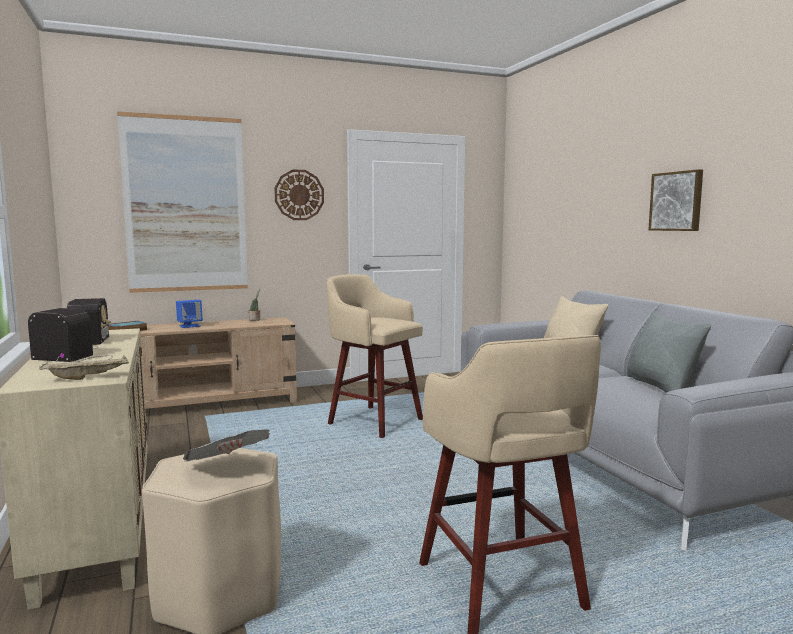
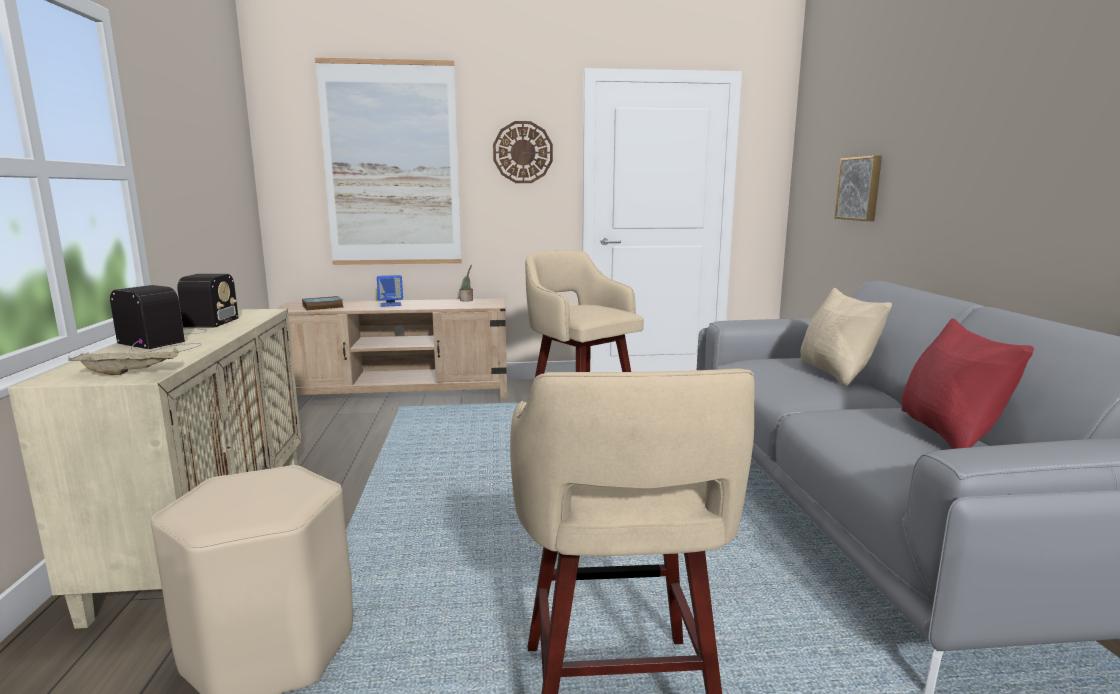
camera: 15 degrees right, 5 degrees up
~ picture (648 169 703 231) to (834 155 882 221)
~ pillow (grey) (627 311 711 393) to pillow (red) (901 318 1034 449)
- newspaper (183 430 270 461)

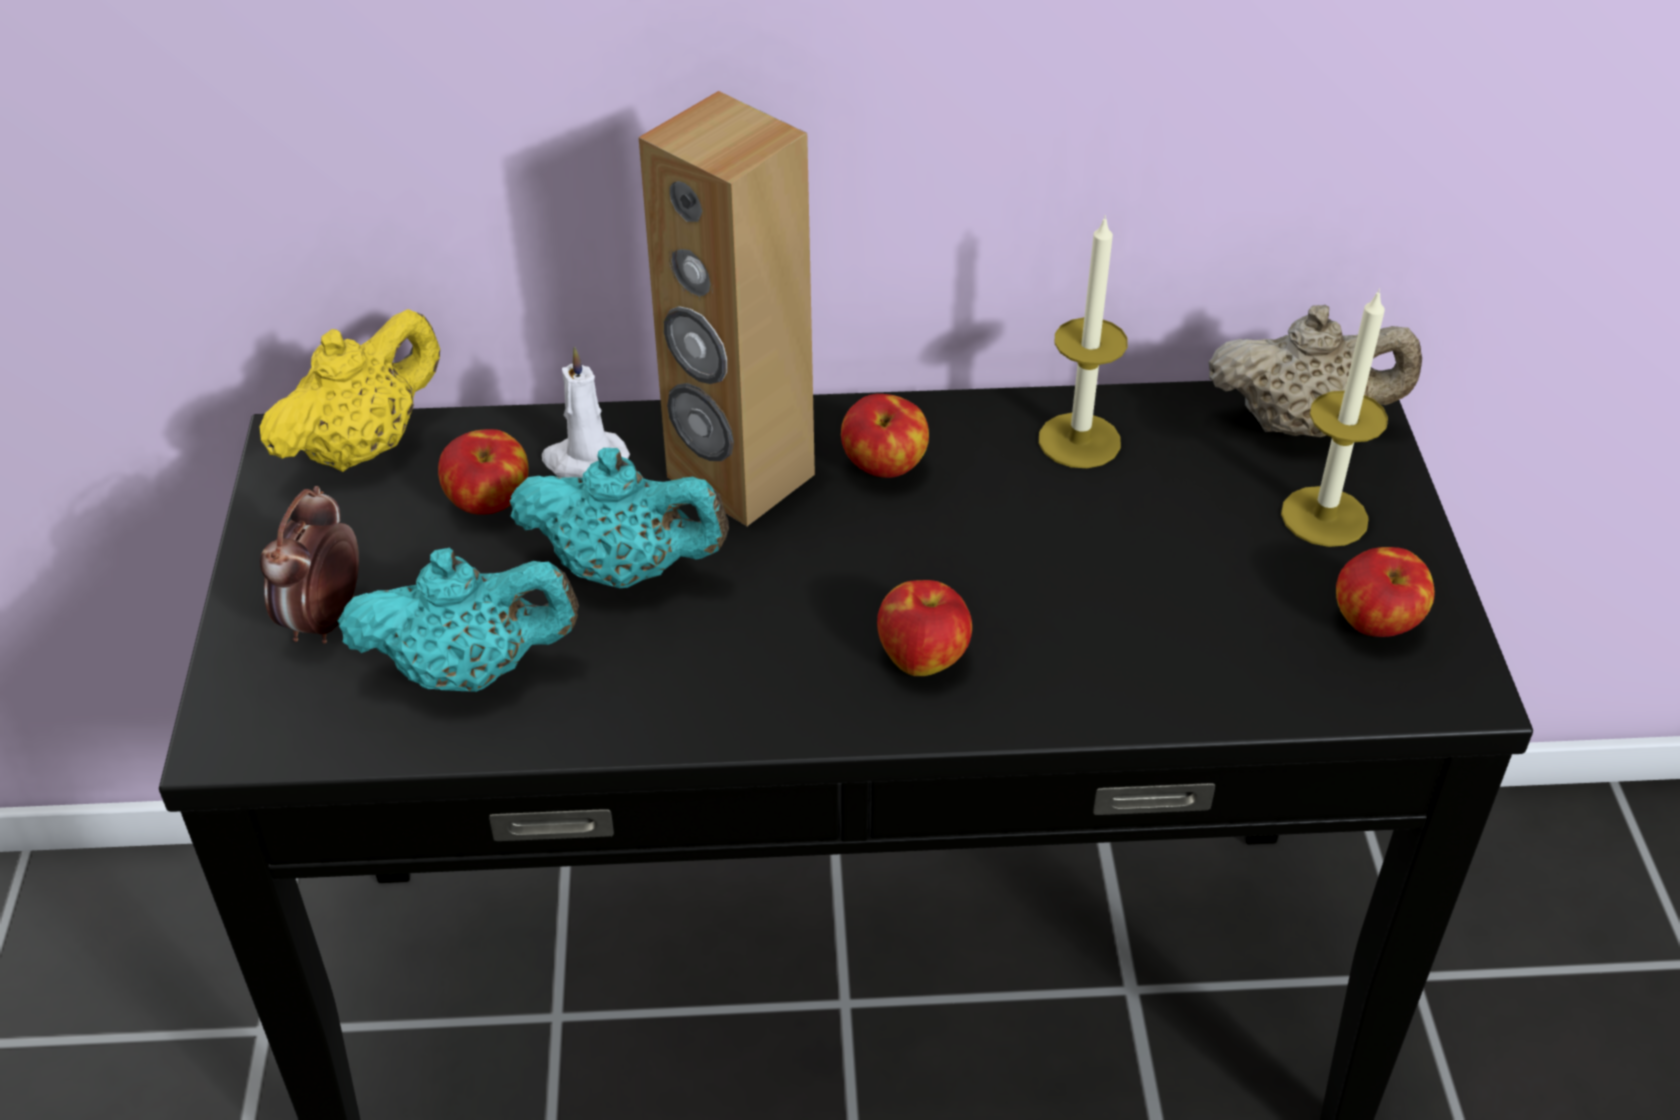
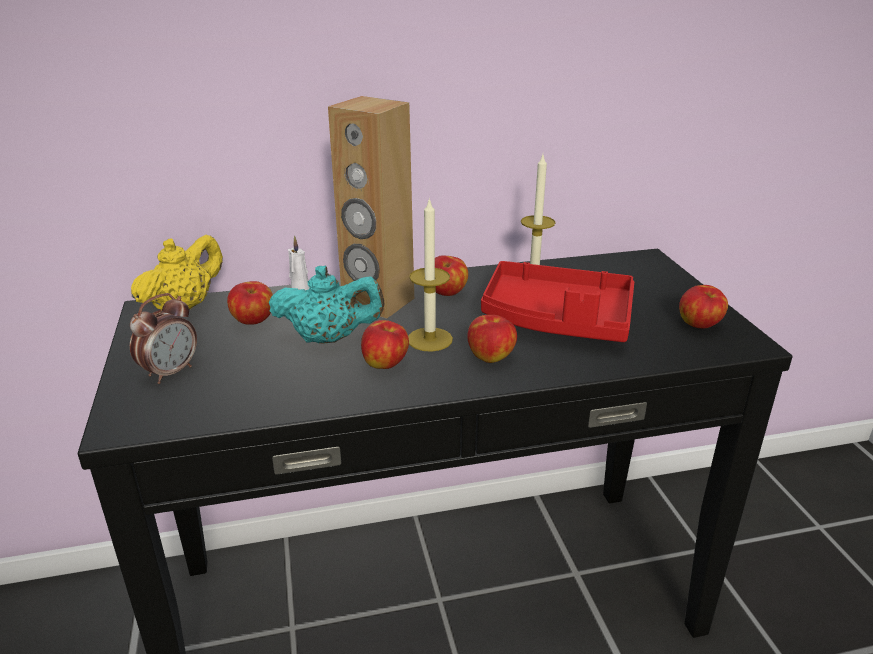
camera: 10 degrees left, 15 degrees down
~ alarm clock (260 486 359 644) = (130 293 197 384) 150 degrees counterclockwise
+ apple (361 320 409 369)
~ candle (1281 289 1388 547) to (408 197 453 352)
+ tray (red) (481 261 634 342)
- teapot (turquoise) (338 548 579 692)
- teapot (beige) (1208 305 1422 437)

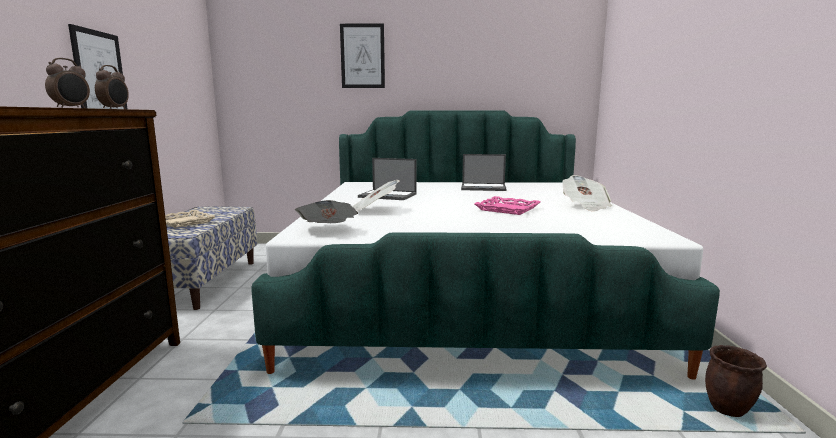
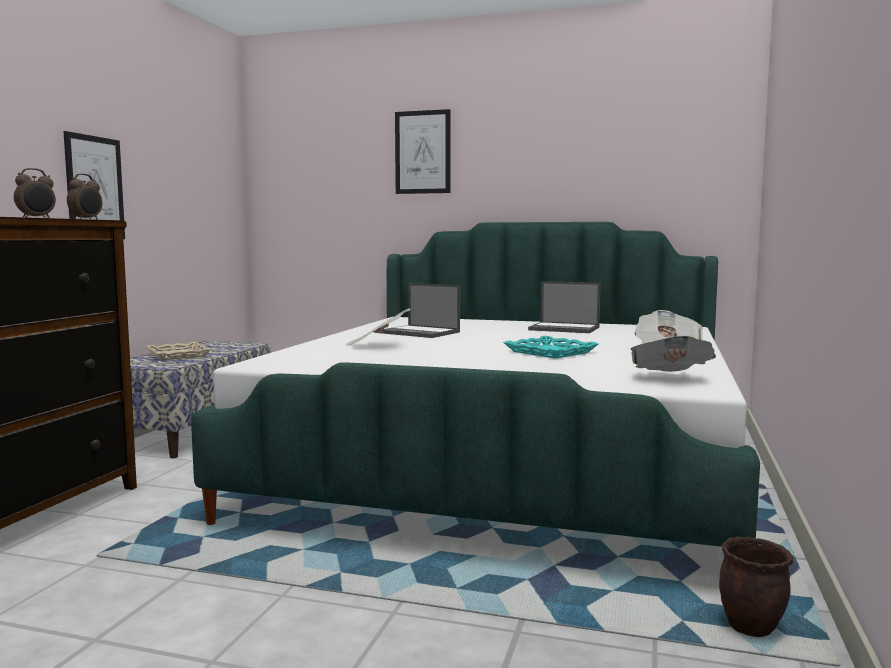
camera: 15 degrees right, 5 degrees down
~ tray (pink) (474 196 541 215) to tray (turquoise) (503 336 598 359)
~ newspaper (295 200 358 223) to (631 336 716 372)

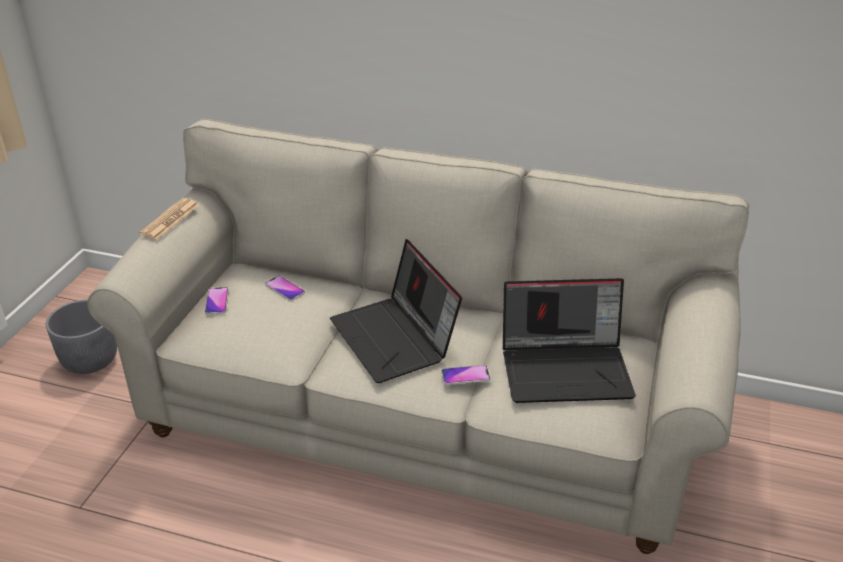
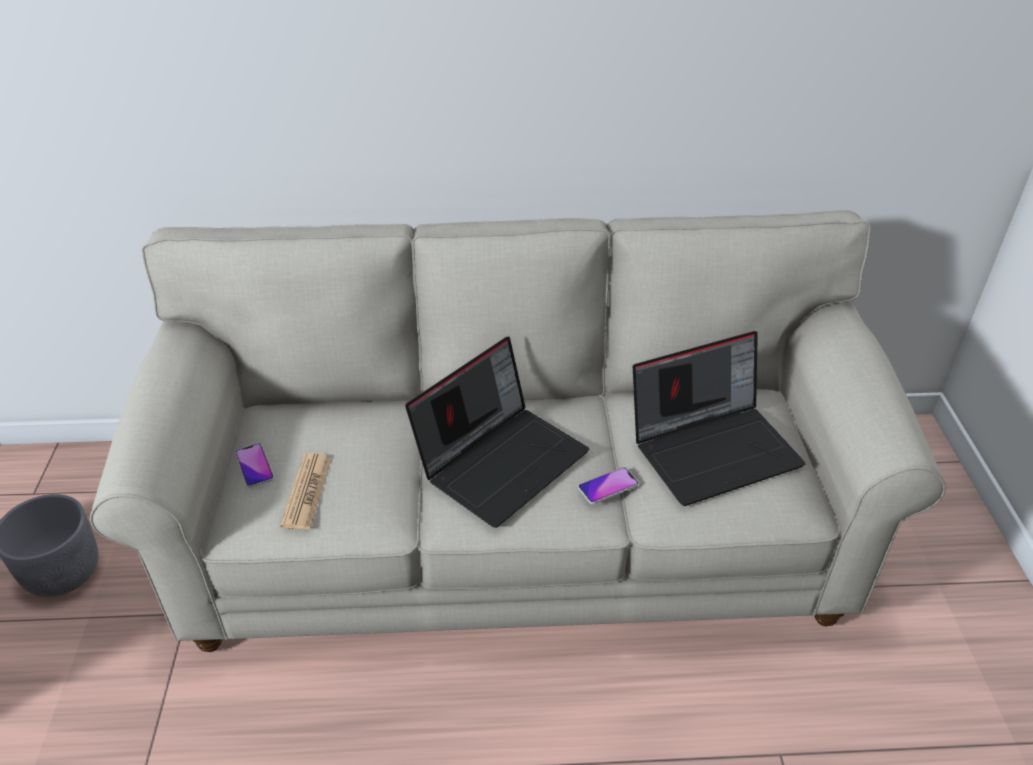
camera: 20 degrees left, 5 degrees up
~ newspaper (139 198 199 240) to (280 453 331 530)
~ laptop (330 239 462 383) = (405 336 589 528) 90 degrees counterclockwise
- phone (265 275 305 301)

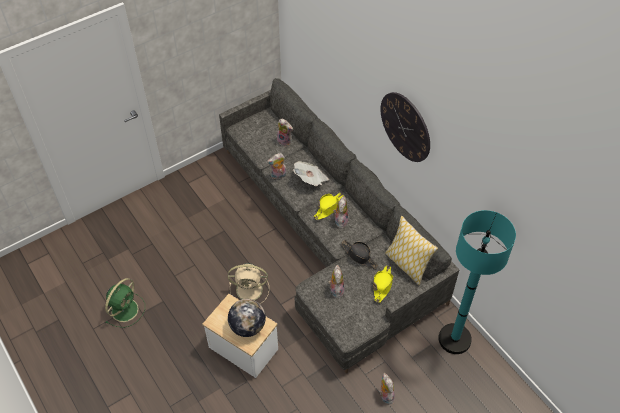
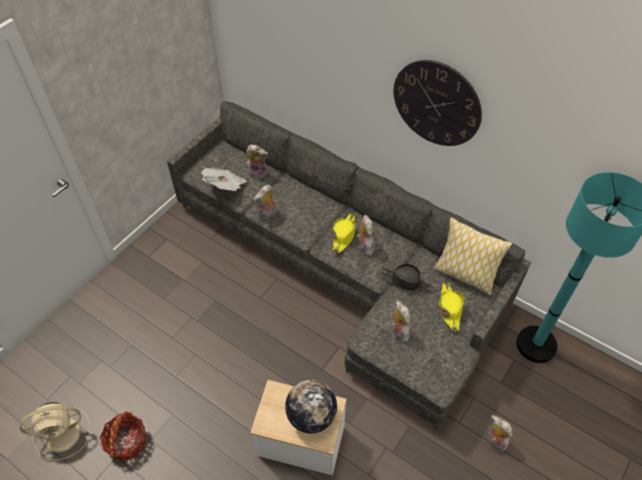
camera: 20 degrees left, 0 degrees up
~ fan (beige) (228 263 269 304) to (20 402 90 460)
~ fan (green) (105 278 145 328) to basket (100 411 146 461)
~ newspaper (293 161 329 186) to (201 168 247 191)

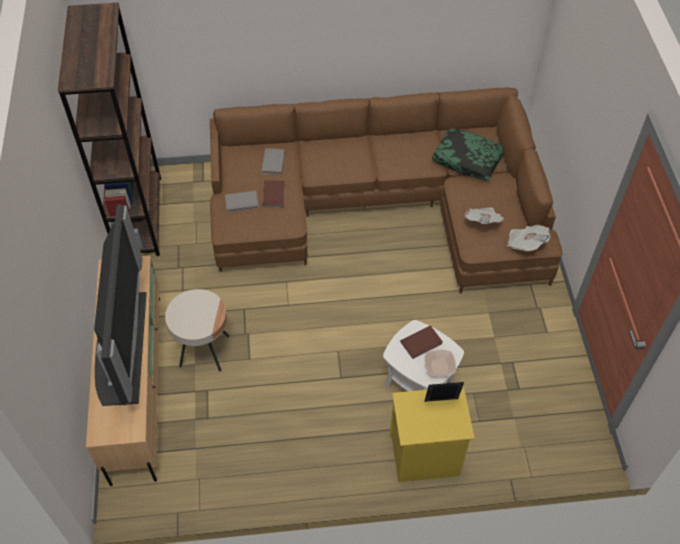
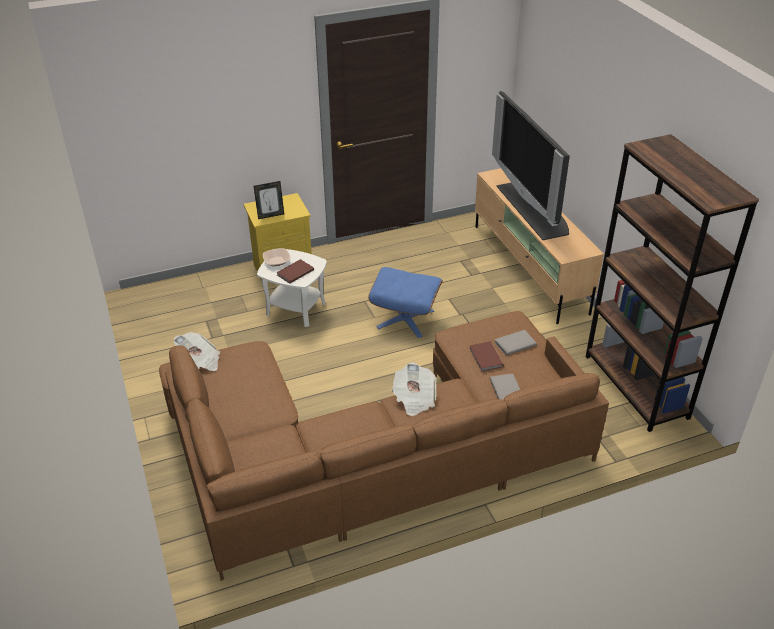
camera: 165 degrees right, 15 degrees down
+ ottoman (blue) (368 267 443 338)
~ newspaper (465 207 504 224) to (392 362 437 416)
- side table (beige) (165 289 229 371)
- pillow (432 128 504 180)

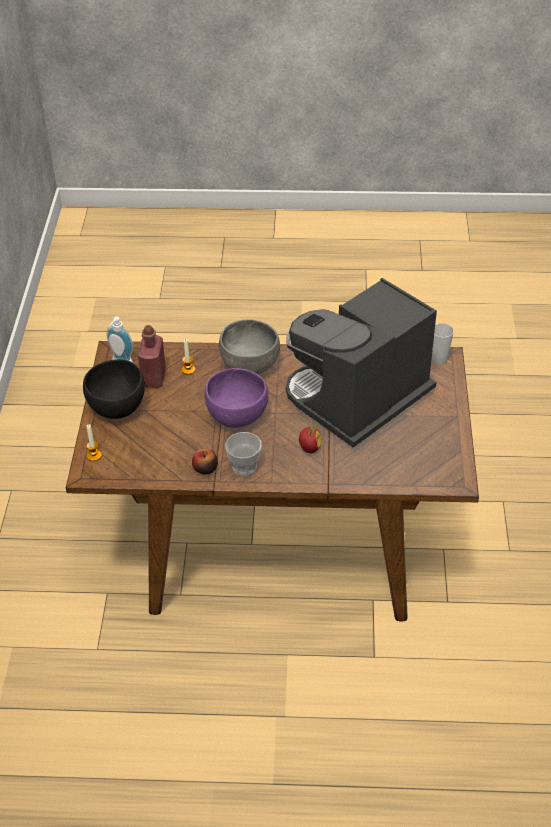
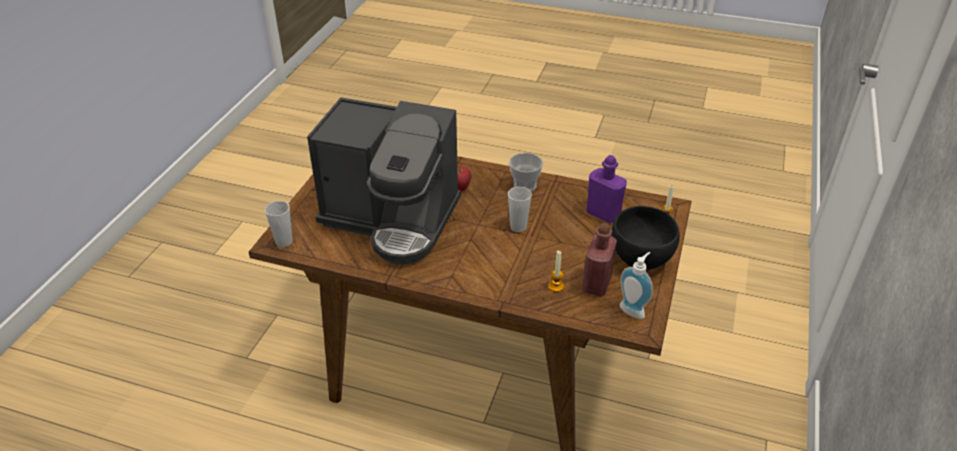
camera: 165 degrees left, 5 degrees down
~ coffee machine (286 278 437 448) = (307 97 461 265) 45 degrees clockwise
~ bowl (purple) (204 368 268 428) to cup (508 186 532 232)
+ bottle (purple) (586 155 627 224)
- apple (192 448 218 474)
- bowl (grey) (219 319 280 374)

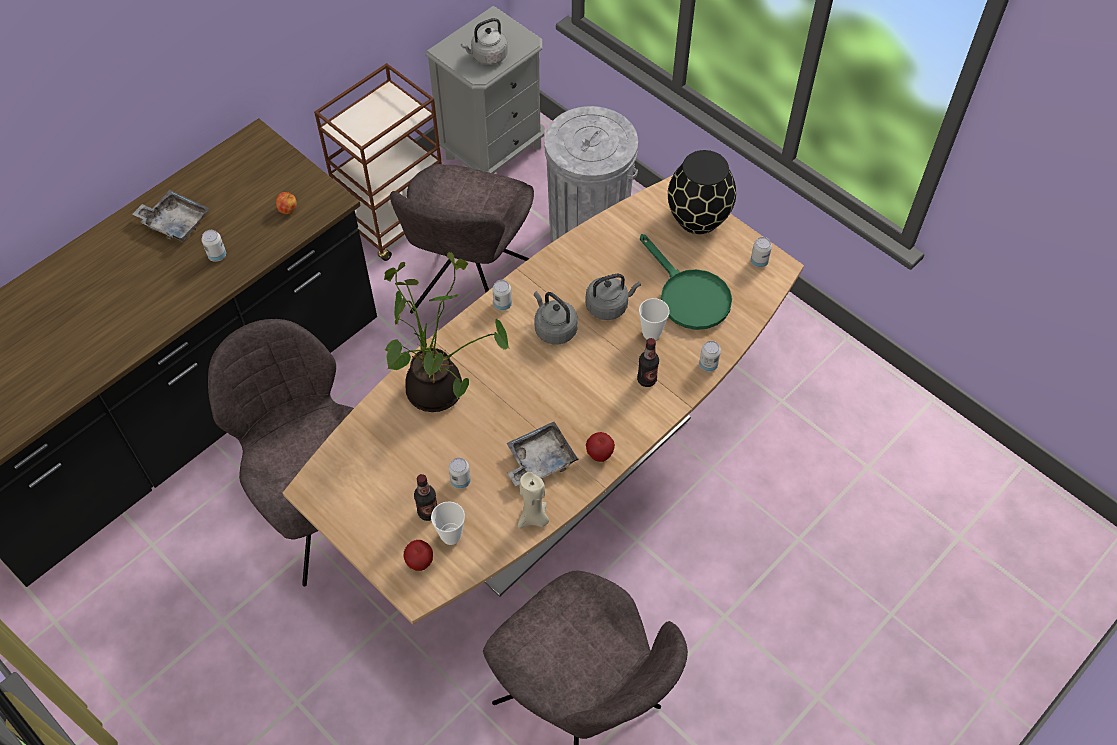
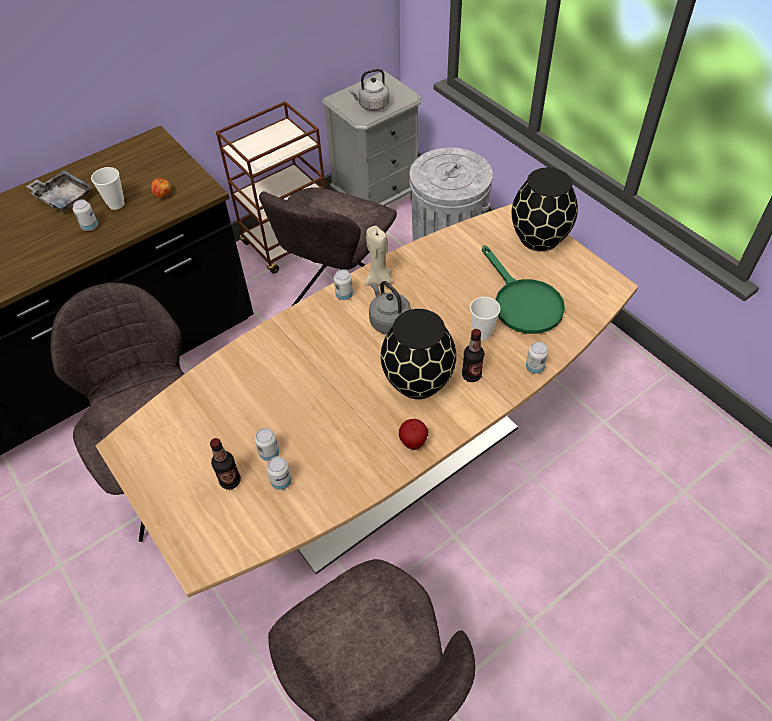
camera: 10 degrees right, 5 degrees down
~ cup (431 501 465 545) to (91 167 124 210)
~ can (751 237 772 268) to (267 456 292 490)
~ candle (beige) (518 472 549 528) to (365 226 391 286)
+ vase (black) (381 309 456 399)
- potted plant (384 252 510 412)
- apple (403 540 433 571)
- tray (grey) (507 422 579 486)
- kettle (grey) (585 274 641 320)

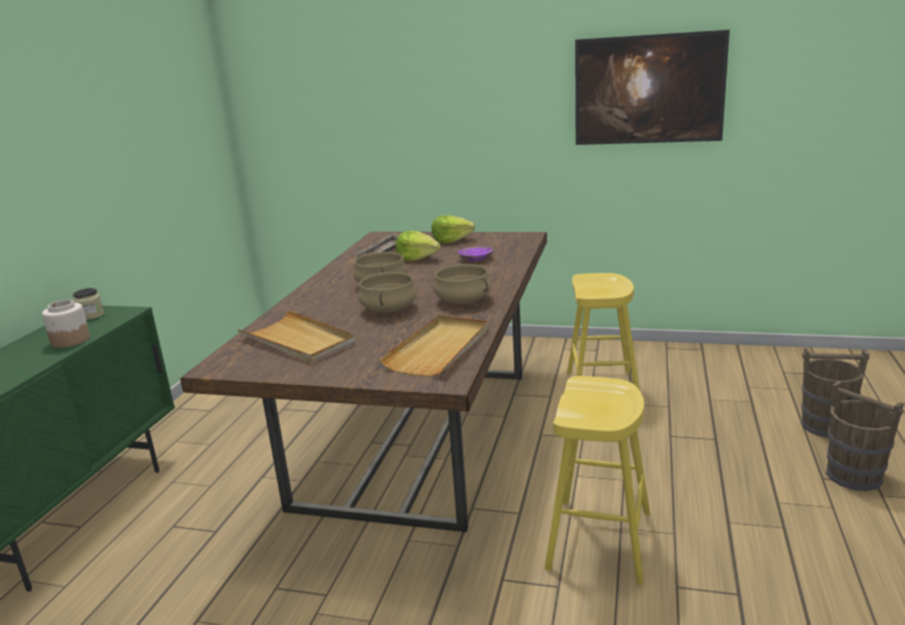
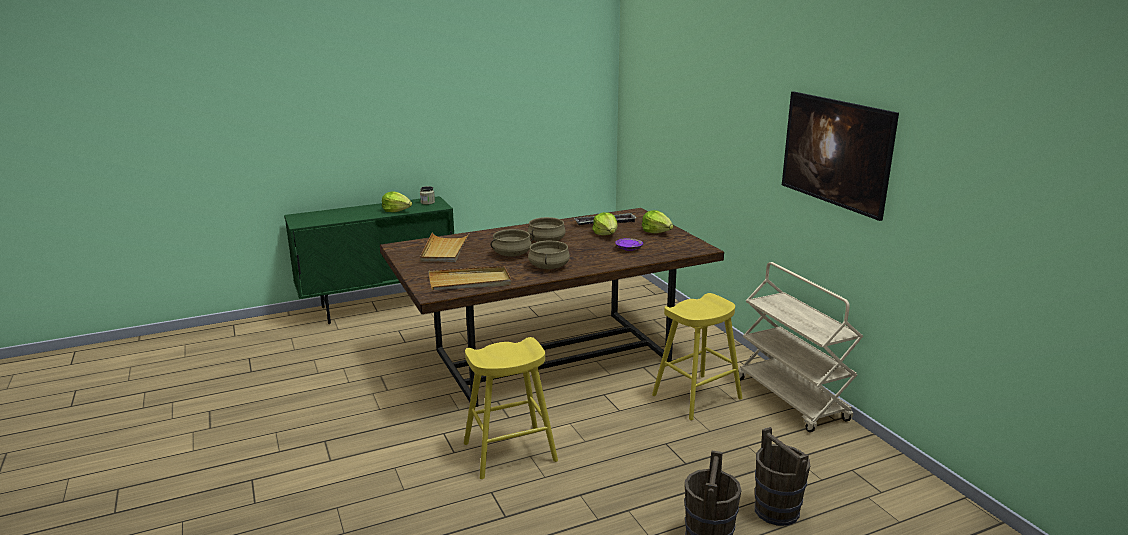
camera: 50 degrees right, 0 degrees up
~ jar (42 300 90 348) to lettuce (382 191 412 212)
+ cart (beige) (739 262 863 432)

